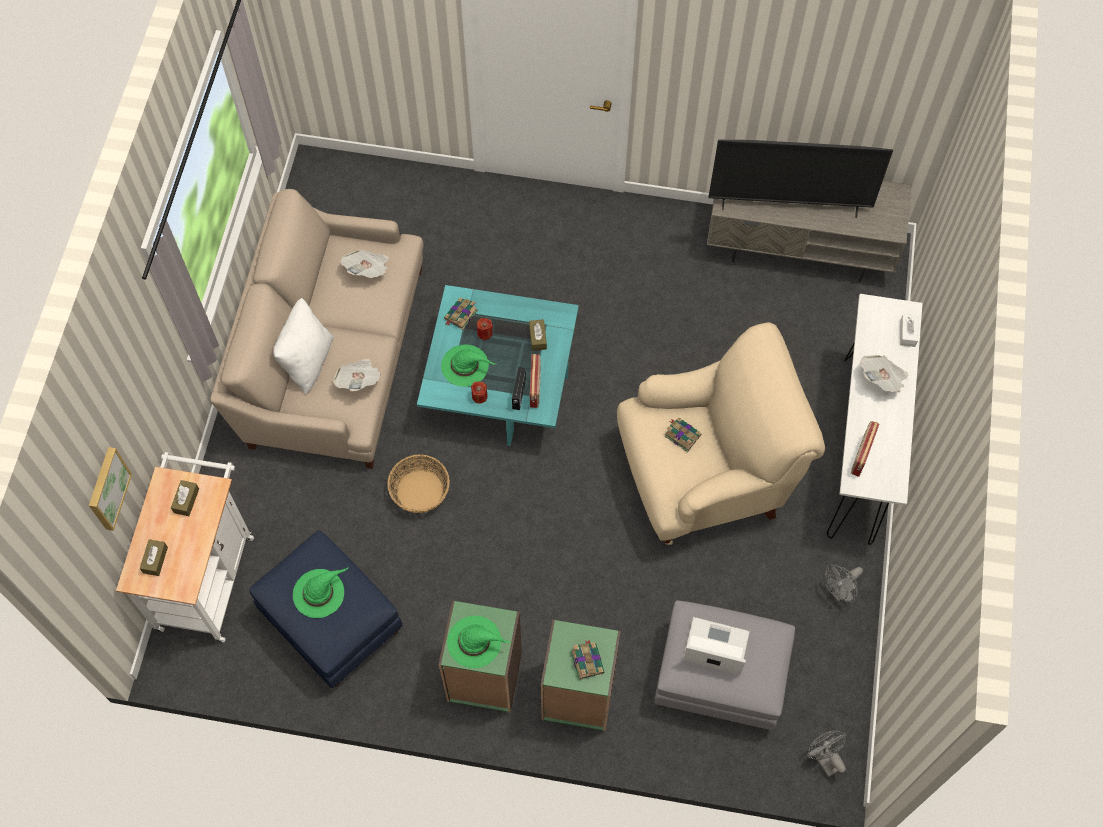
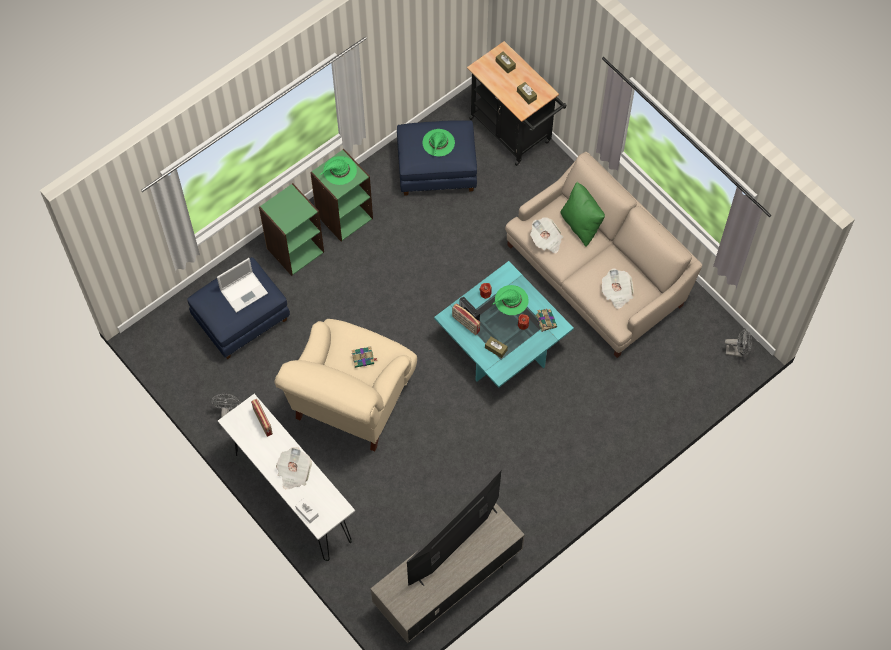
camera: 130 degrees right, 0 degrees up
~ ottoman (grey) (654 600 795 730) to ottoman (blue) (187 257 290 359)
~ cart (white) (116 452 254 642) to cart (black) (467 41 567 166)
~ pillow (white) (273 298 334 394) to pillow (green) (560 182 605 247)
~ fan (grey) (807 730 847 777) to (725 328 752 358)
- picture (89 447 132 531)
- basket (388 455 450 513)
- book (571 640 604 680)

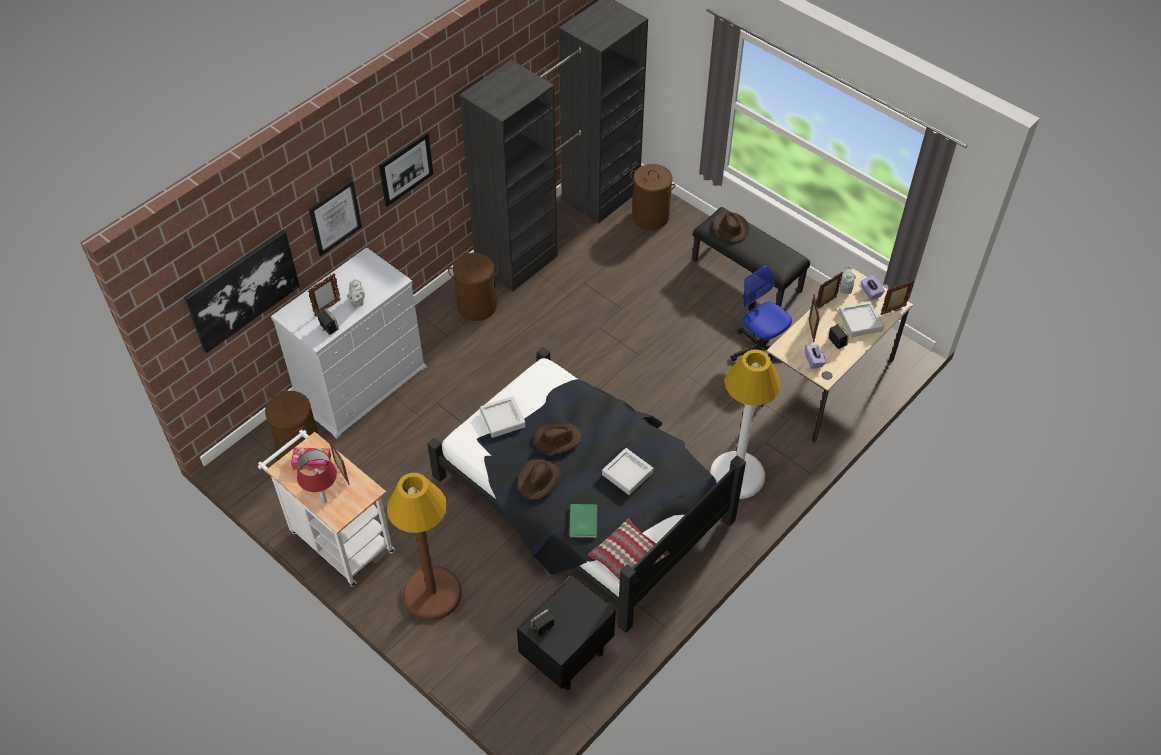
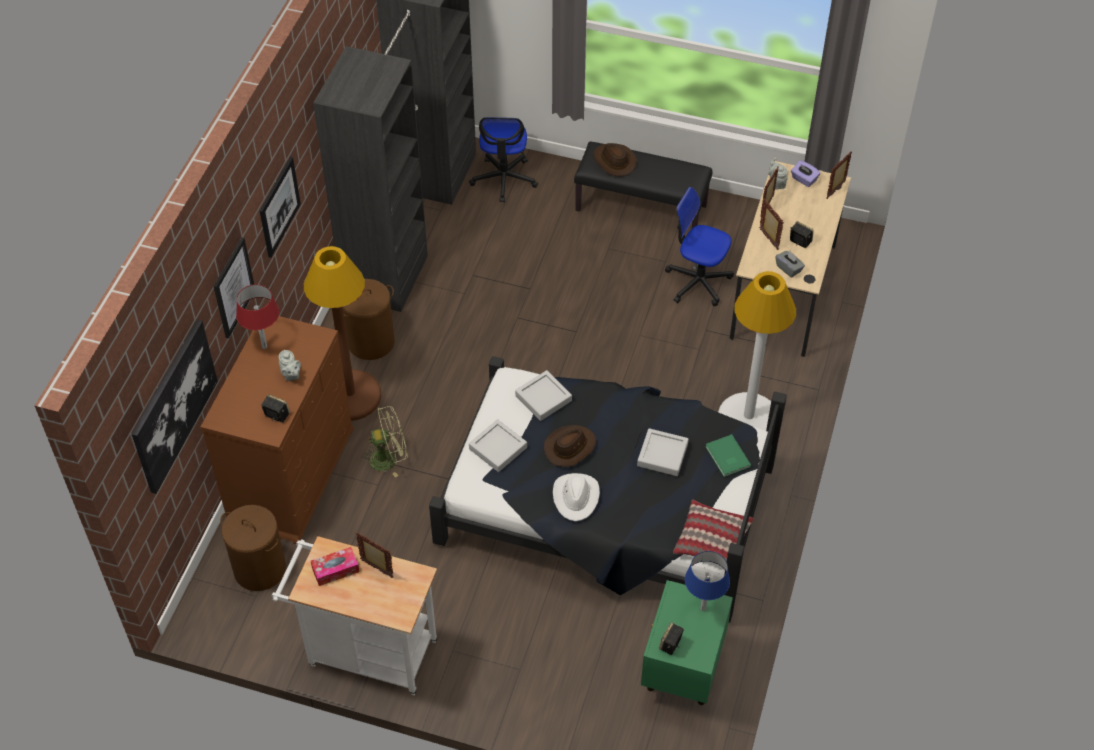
camera: 25 degrees left, 0 degrees up
~ dresser (white) (271 247 427 439) to dresser (brown) (201 316 354 544)
~ table lamp (red) (297 450 337 504) to (236 284 279 349)
~ floor lamp (brown) (387 473 462 620) to (304 246 381 421)
+ fan (green) (361 406 407 477)
~ laundry basket (brown) (630 164 675 230) to office chair (469 117 538 203)
~ tray (grey) (838 301 884 337) to (515 370 572 421)
~ hat (brown) (518 459 562 500) to hat (white) (553 473 600 521)
~ nightstand (black) (517 575 616 690) to nightstand (green) (641 580 733 705)
+ table lamp (blue) (685 551 730 611)
~ book (green) (569 504 598 538) to (705 434 751 477)
~ tissue box (purple) (805 345 826 369) to tissue box (grey) (775 251 805 278)
- picture frame (308 273 341 316)

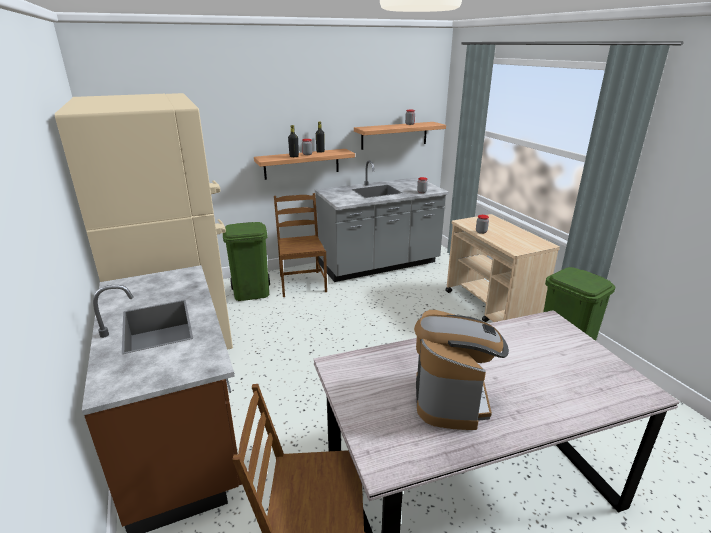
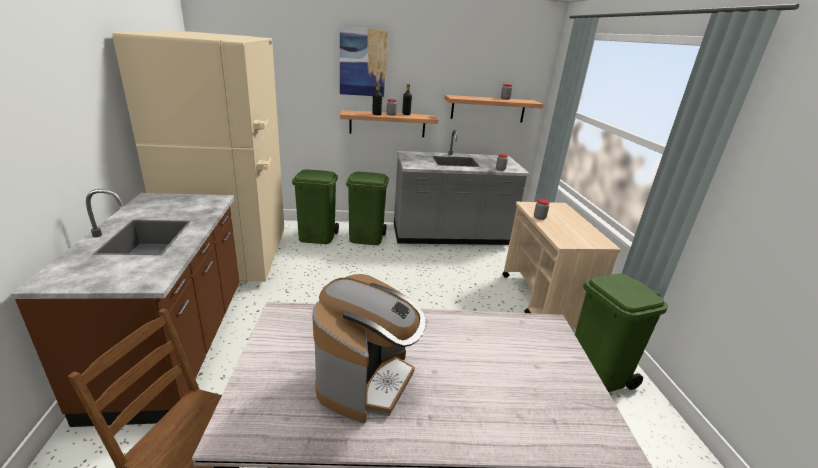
camera: 15 degrees right, 0 degrees up
+ picture (340 27 388 97)
~ chair (brown) (274 193 327 297) to trash can (green) (346 172 389 245)

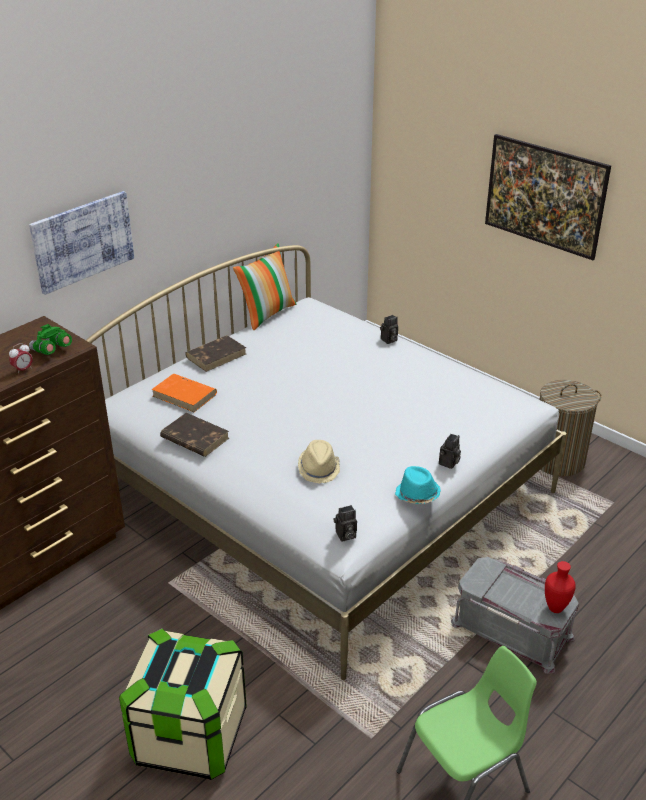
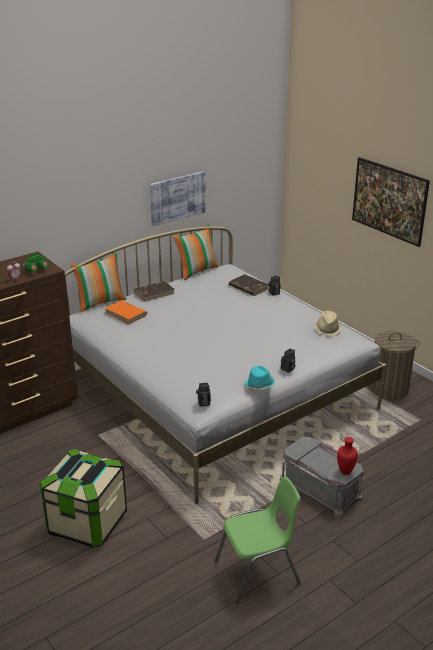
camera: 10 degrees right, 5 degrees down
+ pillow (70 253 126 312)
~ picture (29 191 134 295) to (150 171 206 226)
~ book (brown) (160 413 229 457) to (229 274 268 296)
~ hat (beige) (298 440 340 484) to (315 311 341 336)

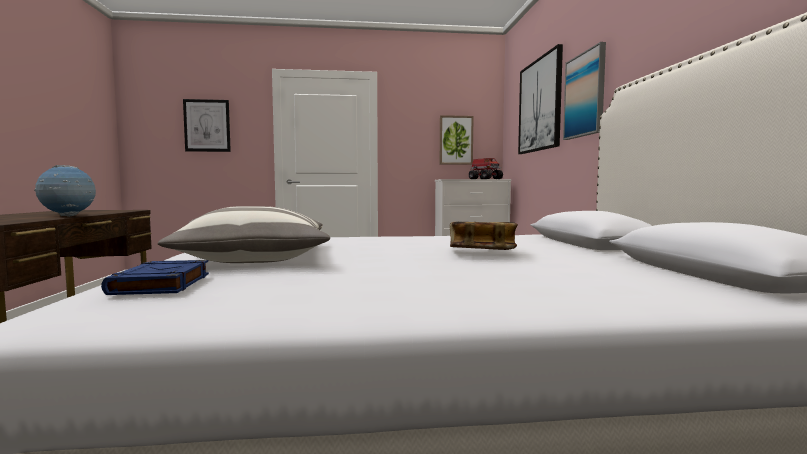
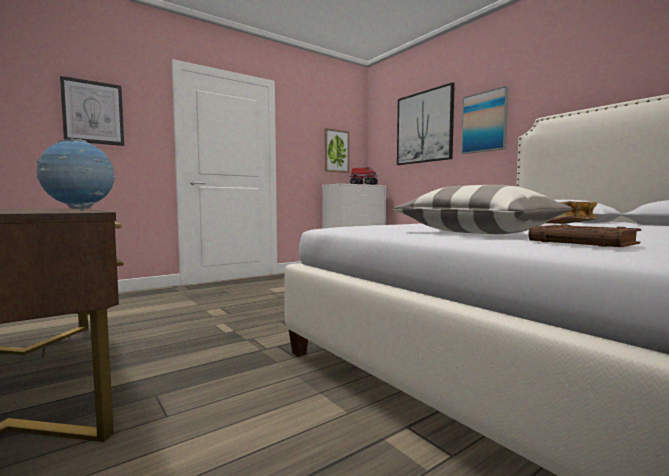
camera: 30 degrees left, 0 degrees up
~ book (blue) (101 260 209 295) to book (brown) (528 224 641 247)

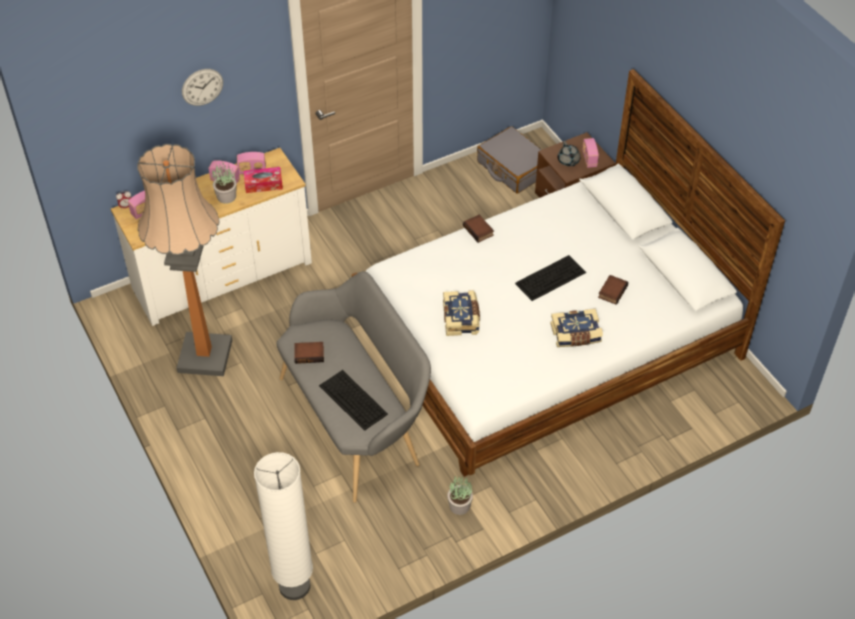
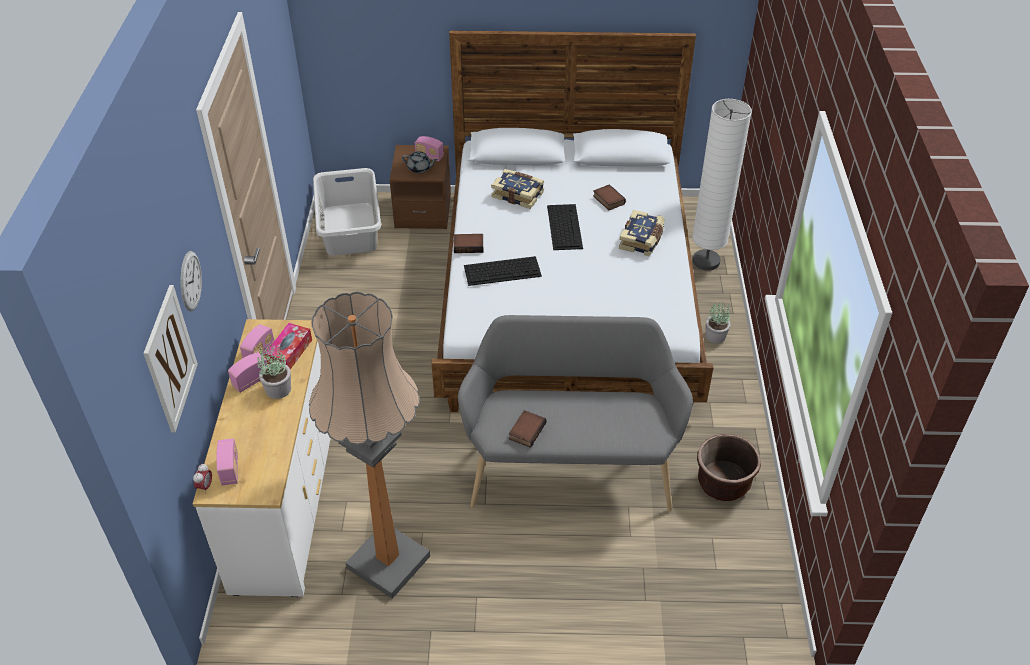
camera: 60 degrees left, 5 degrees down
+ picture (143 285 198 433)
~ suitcase (grey) (477 126 542 194) to laundry basket (grey) (313 168 381 256)
~ keyboard (319 370 388 431) to (464 256 542 286)
~ book (443 290 480 336) to (491 169 544 209)
~ floor lamp (white) (254 452 313 600) to (692 99 752 271)
+ planter (brown) (697 434 761 501)
~ potted plant (447 476 473 515) to (706 301 731 344)

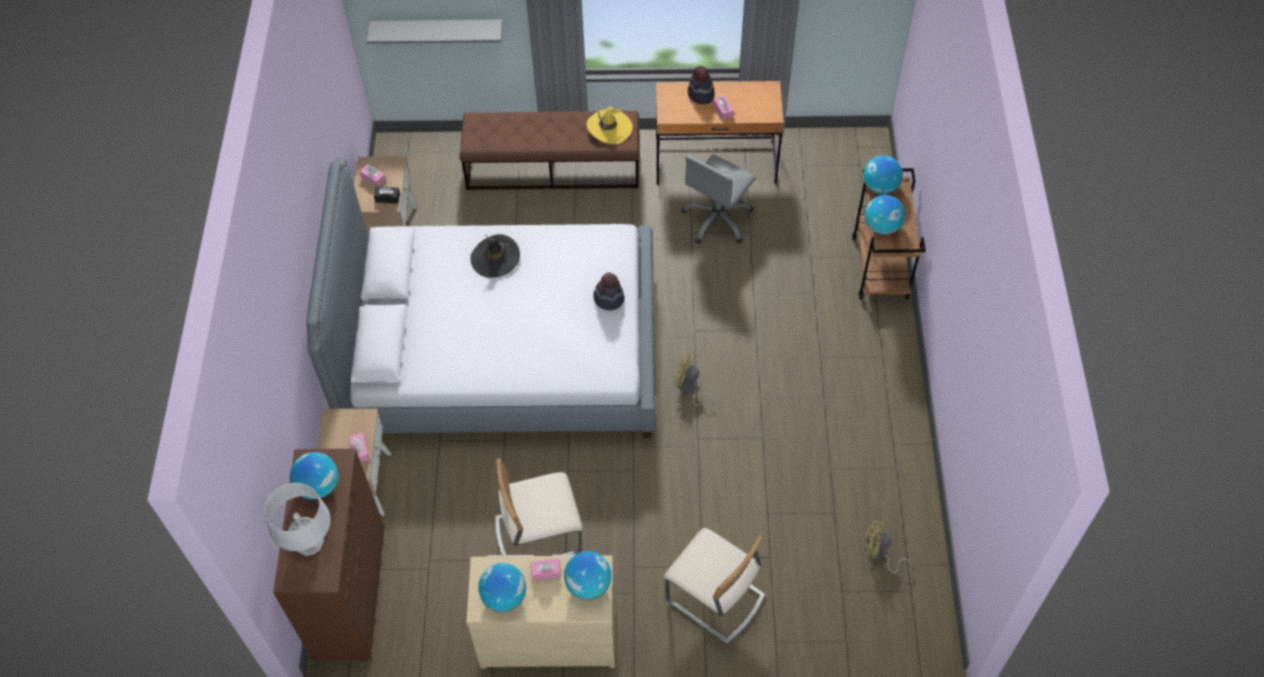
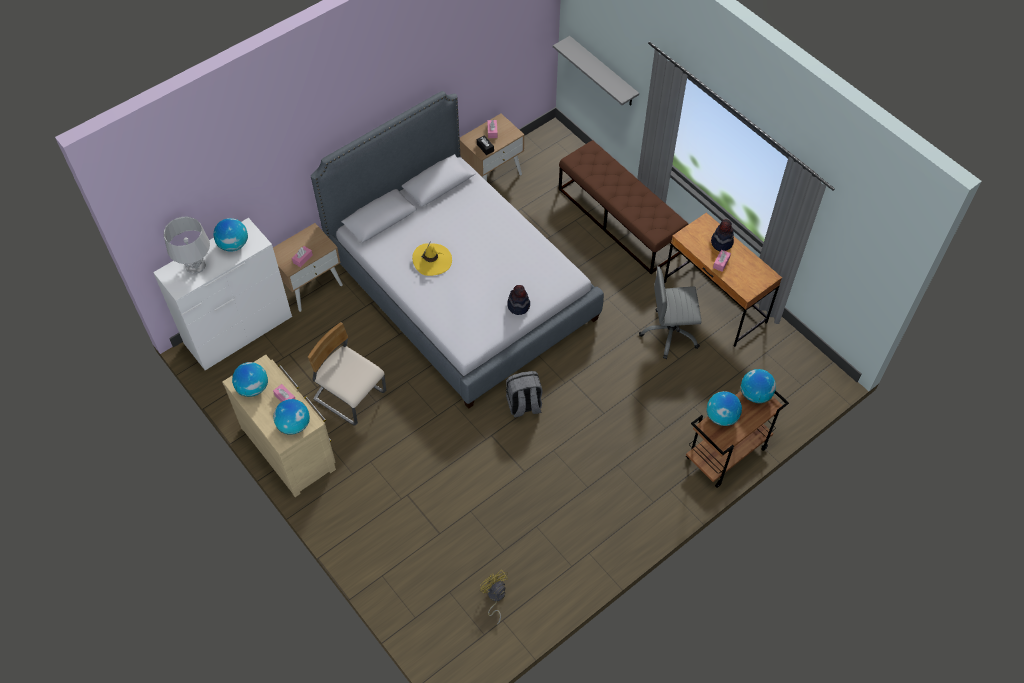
camera: 50 degrees right, 0 degrees up
~ dresser (brown) (273 449 385 661) to dresser (white) (153 218 292 370)
~ hat (yellow) (587 107 633 144) to (412 241 452 276)
~ fan (yellow) (674 353 714 408) to backpack (grey) (506 371 542 417)
- hat (black) (470 234 520 278)
- chair (beige) (664 528 765 644)

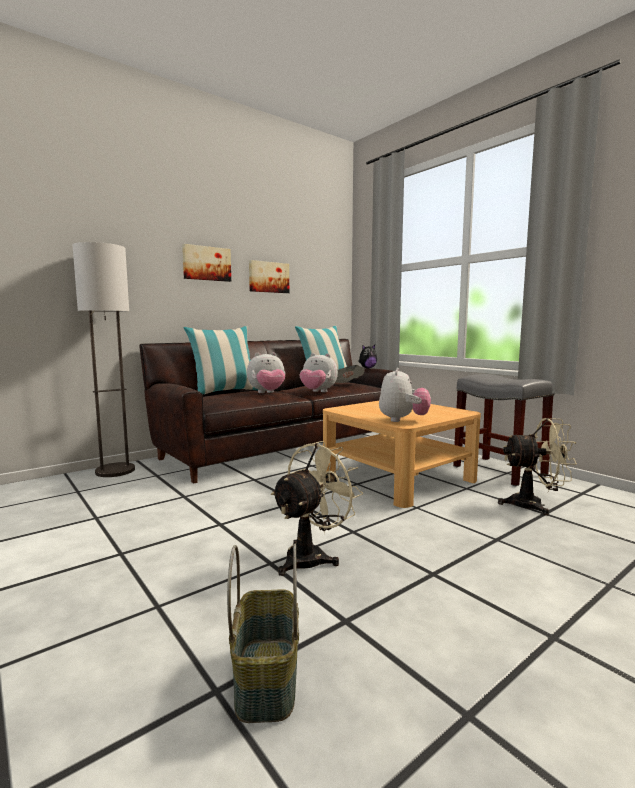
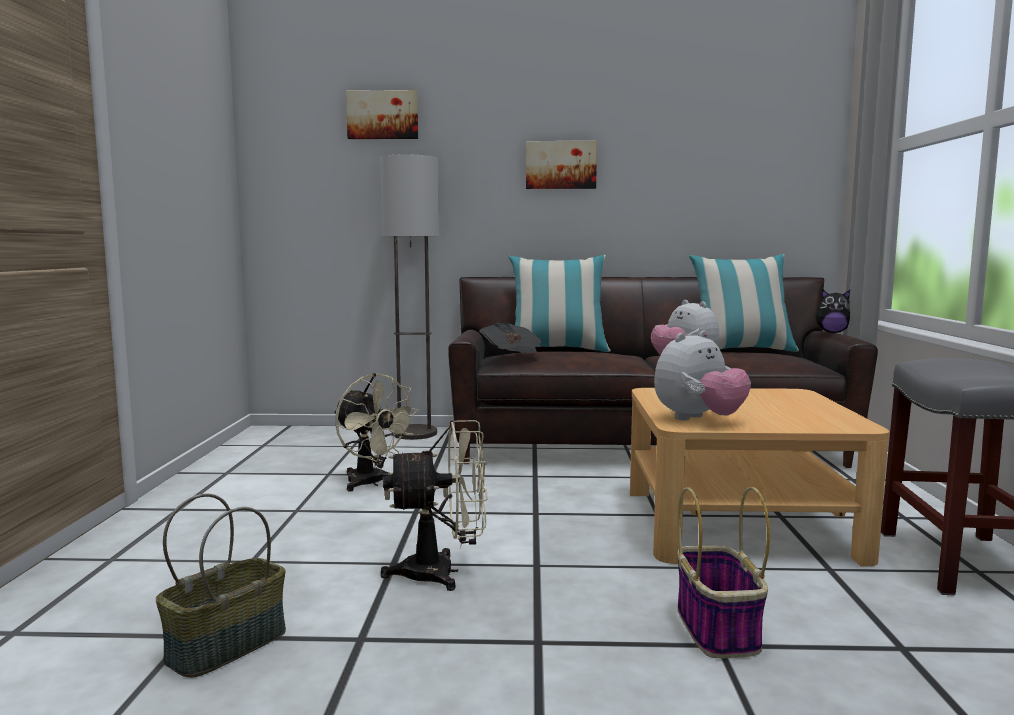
camera: 40 degrees right, 0 degrees up
~ fan (beige) (498 418 577 515) to (334 373 419 492)
~ picture (249 260 289 293) to (346 90 418 139)
~ newspaper (335 365 365 383) to (479 323 542 353)
+ basket (678 487 770 658)
- plush toy (247 352 285 393)

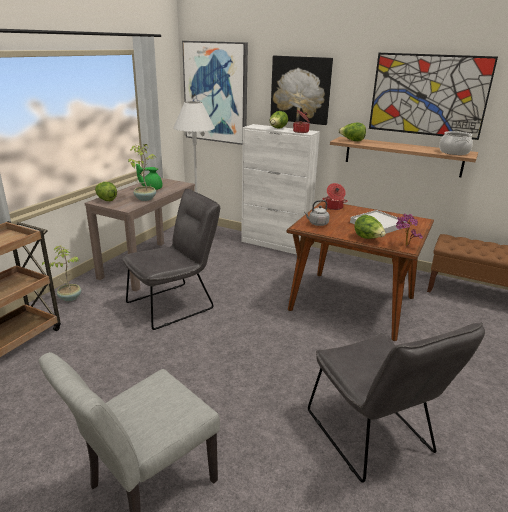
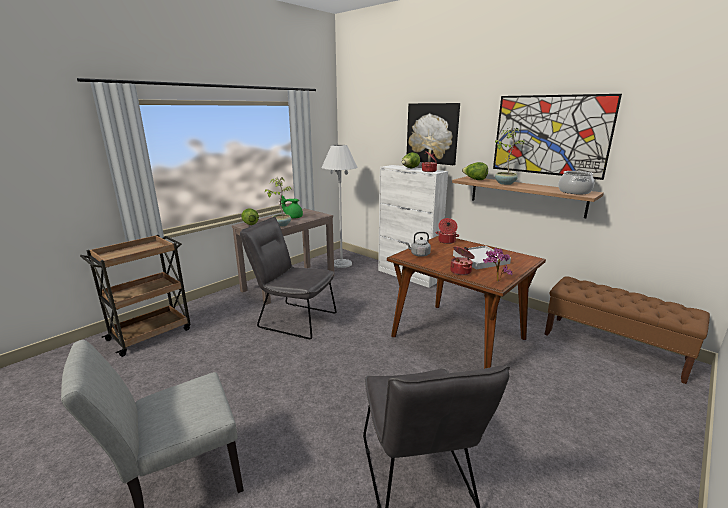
camera: 15 degrees right, 5 degrees down
~ chair (grey) (122 189 220 330) = (240 217 337 339) 135 degrees counterclockwise
~ lettuce (354 215 386 239) to cooking pot (450 246 475 275)
~ potted plant (42 246 81 301) to (495 128 525 185)
- picture (182 41 248 145)

